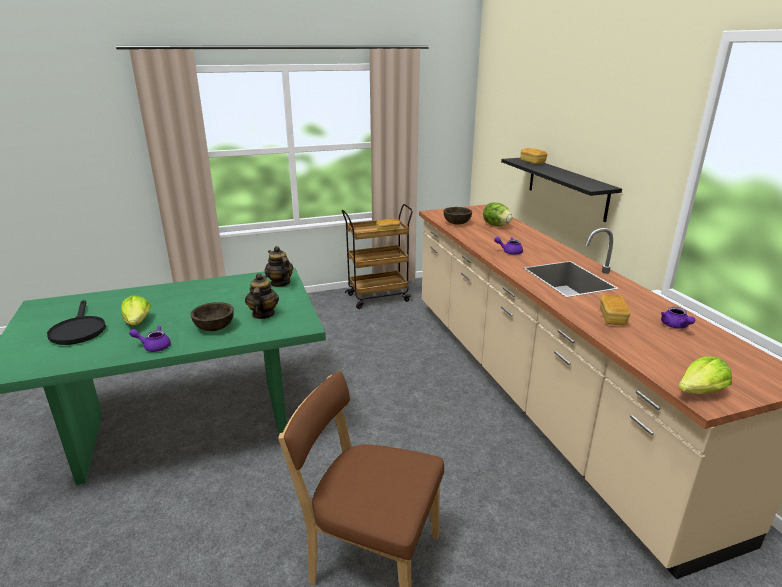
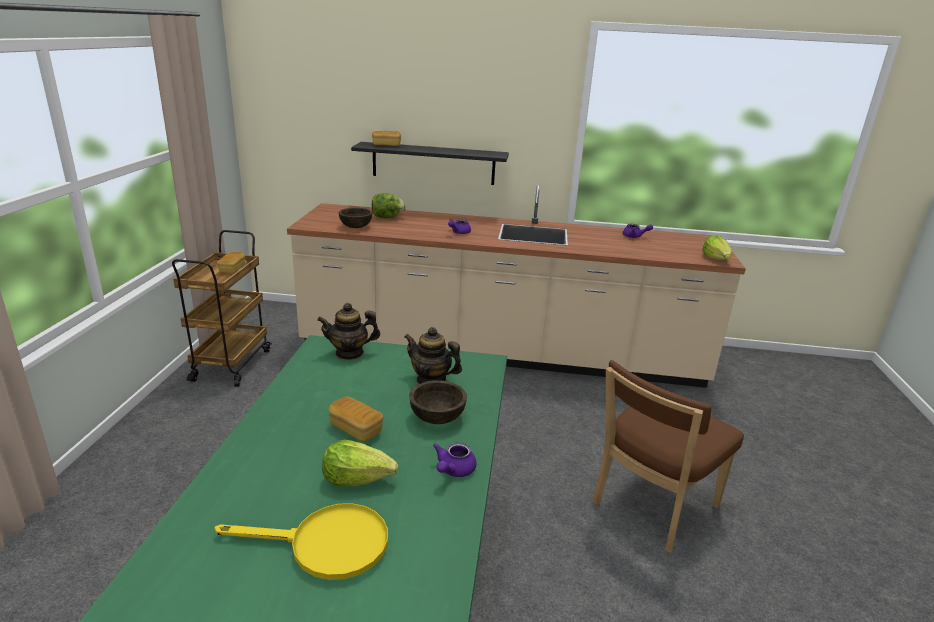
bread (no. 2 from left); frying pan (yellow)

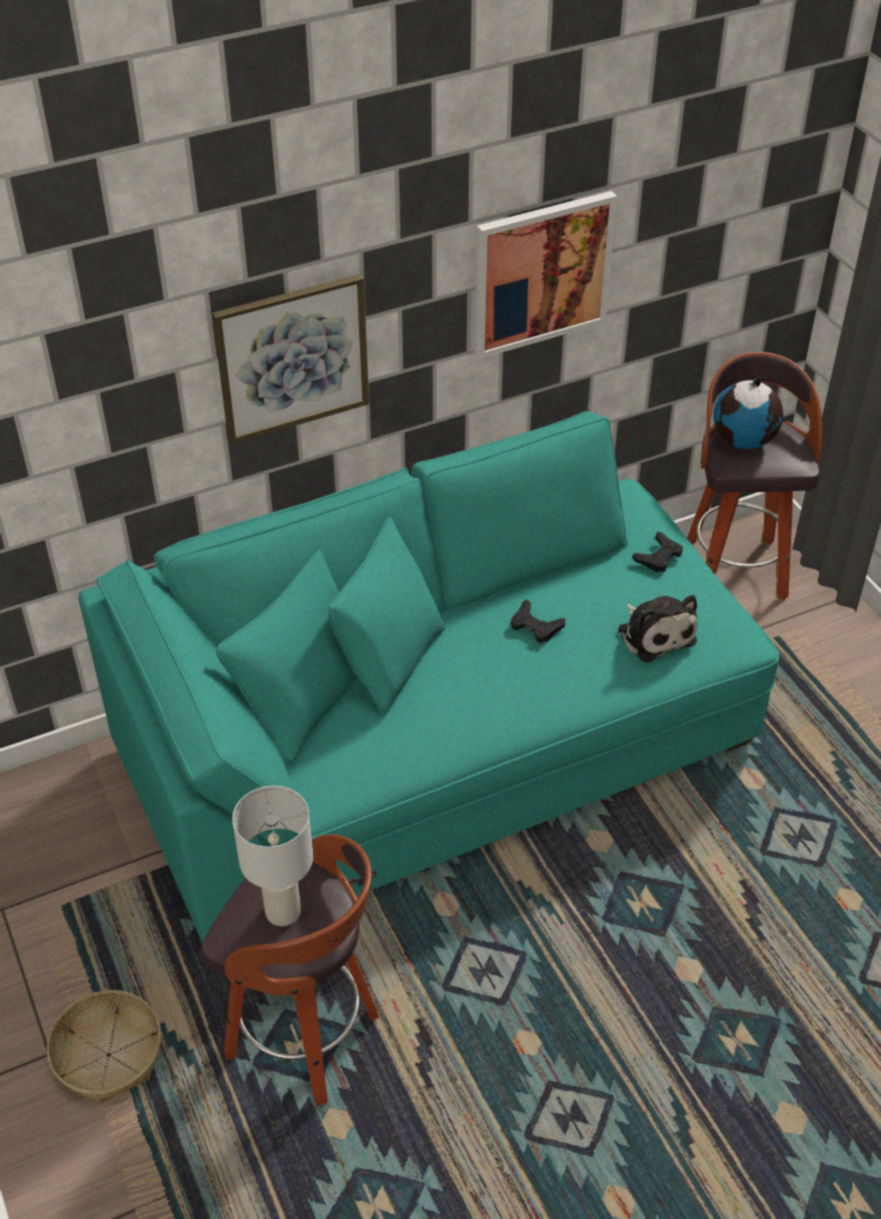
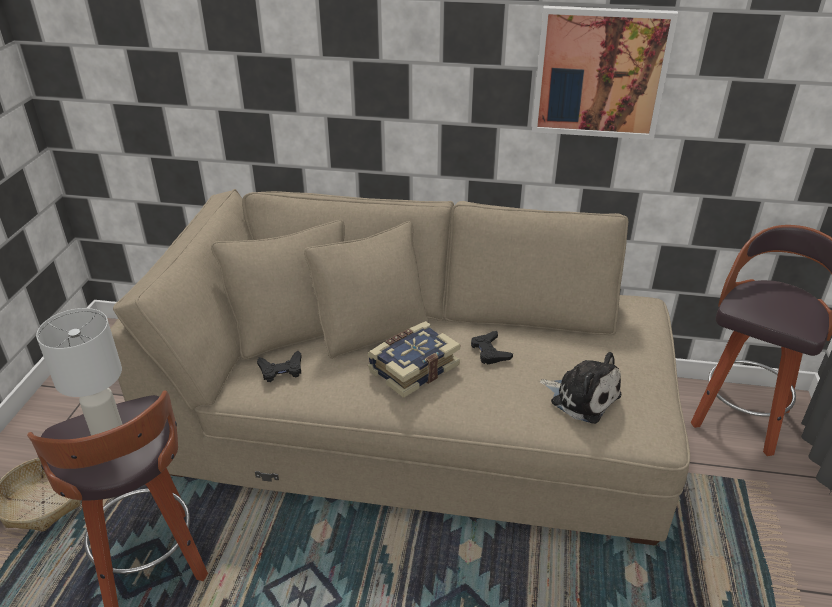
picture (no. 1 from left in the first image); globe; book; game controller (black) (no. 1 from left); sofa (beige); plush toy

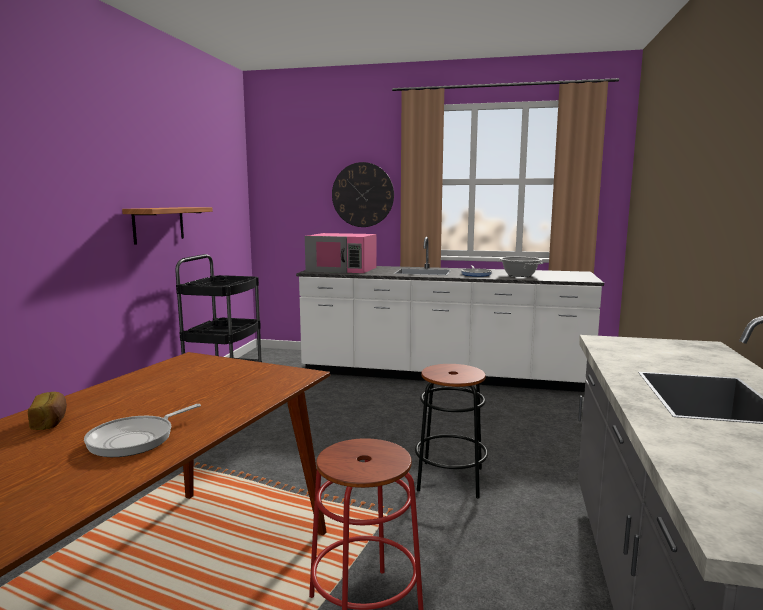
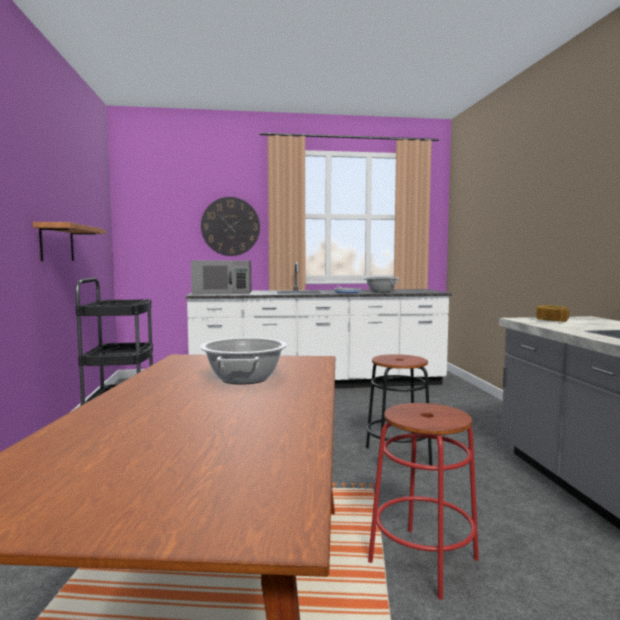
frying pan (no. 1 from left in the first image); cooking pot (no. 1 from left); bread; microwave (grey)

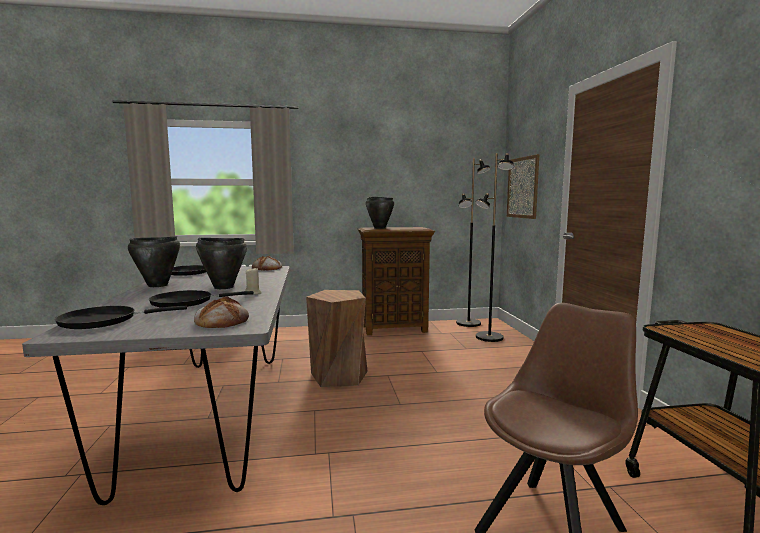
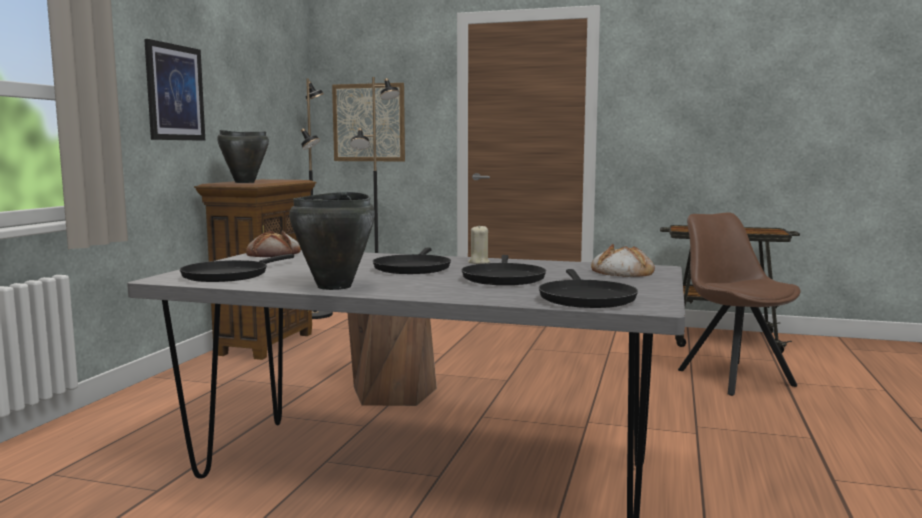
picture (no. 1 from left); frying pan (black) (no. 2 from left)

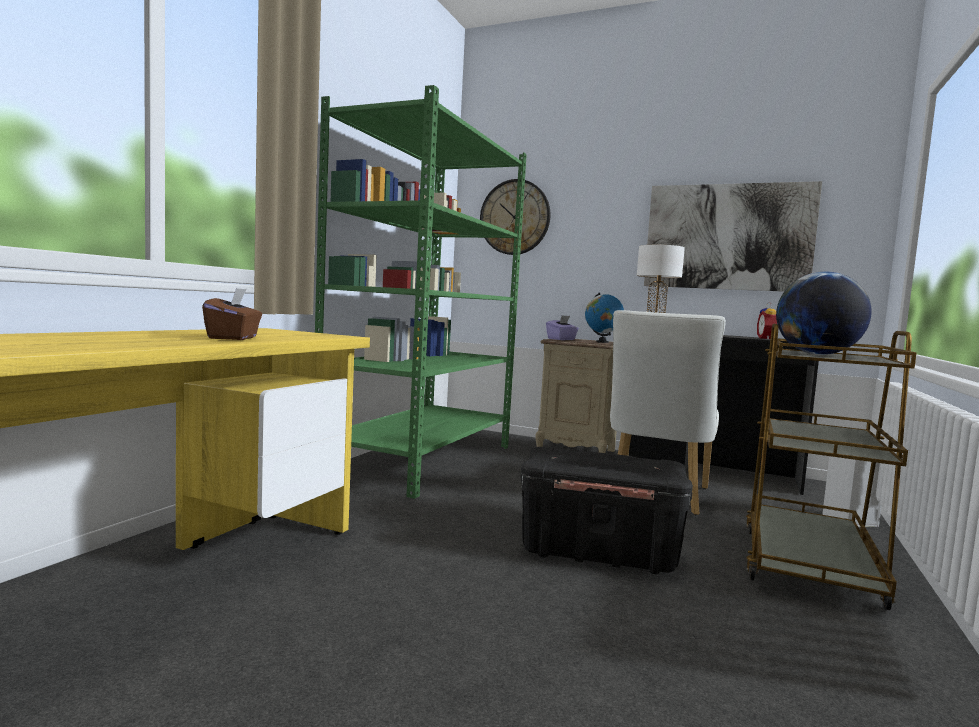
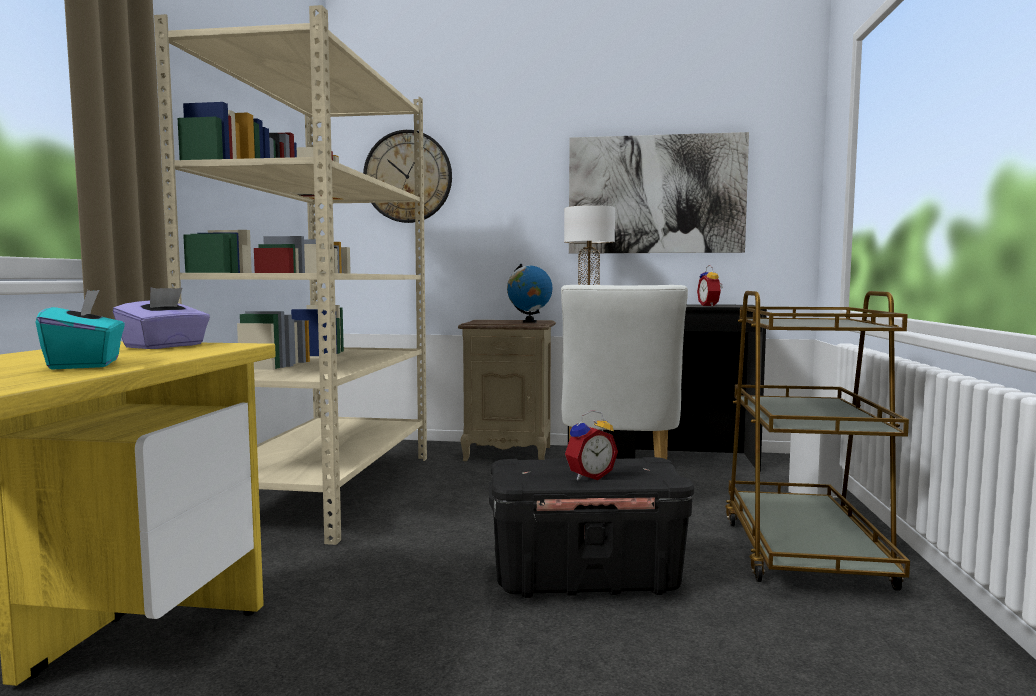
globe (no. 2 from left in the first image); alarm clock (no. 1 from left); tissue box (purple); tissue box (turquoise); bookcase (beige)

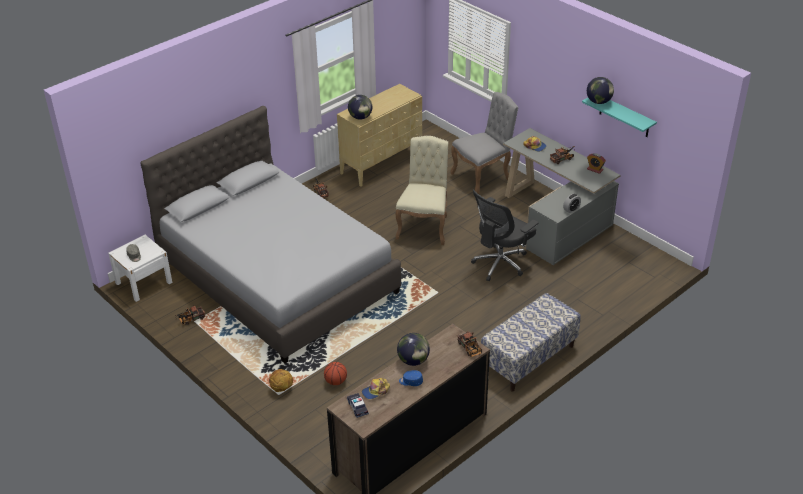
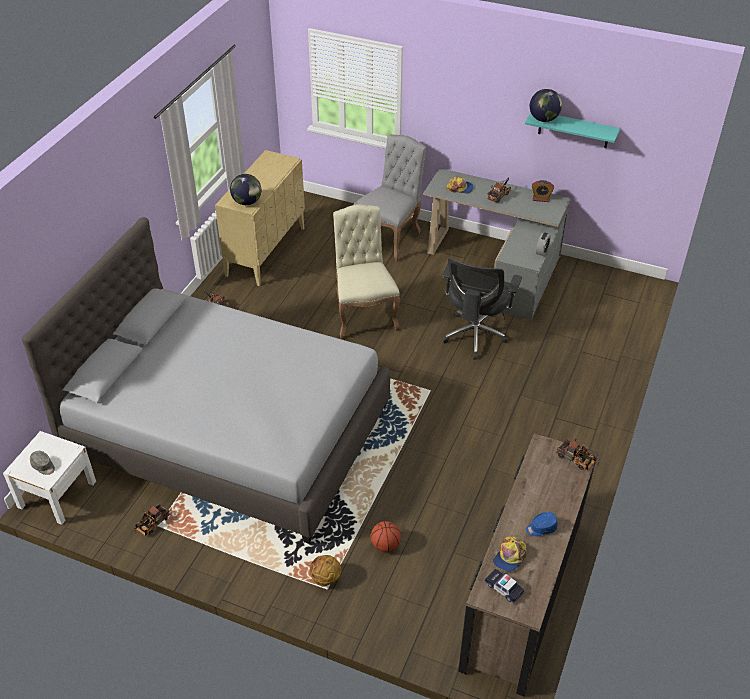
globe (no. 2 from left in the first image); bench

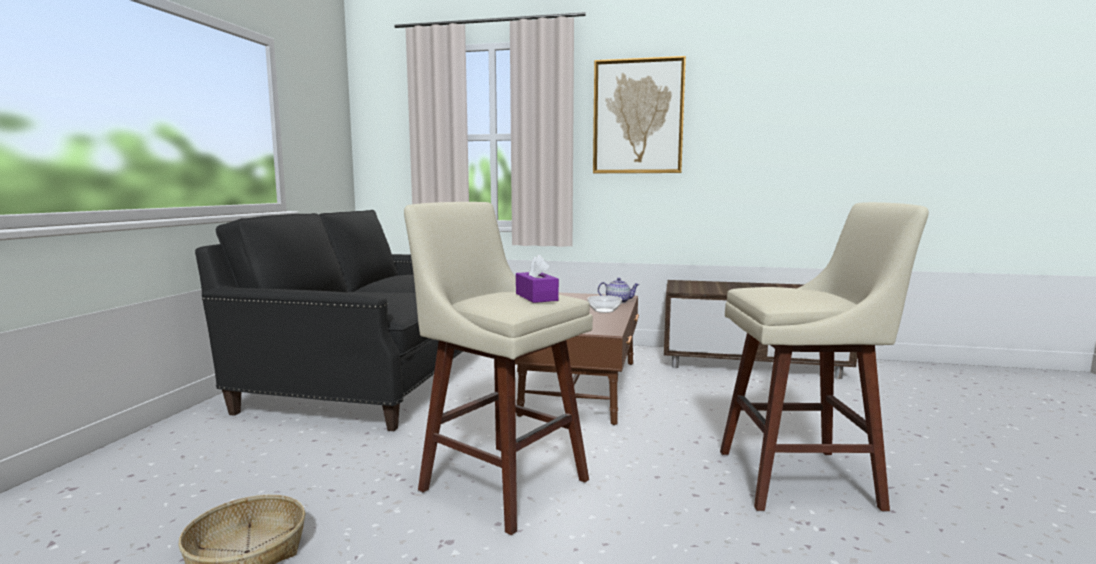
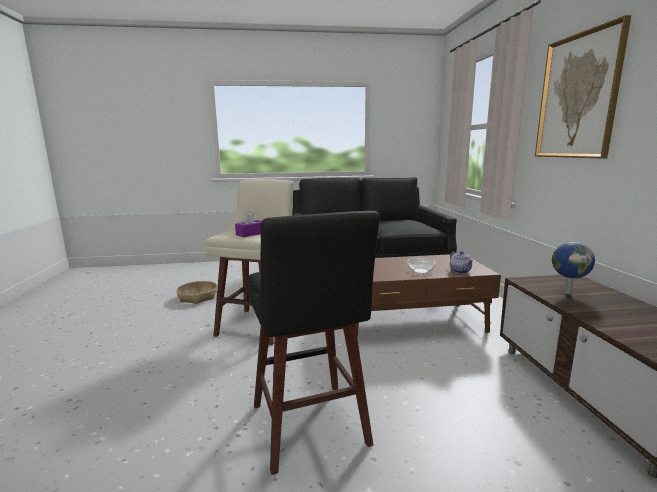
globe; stool (black)

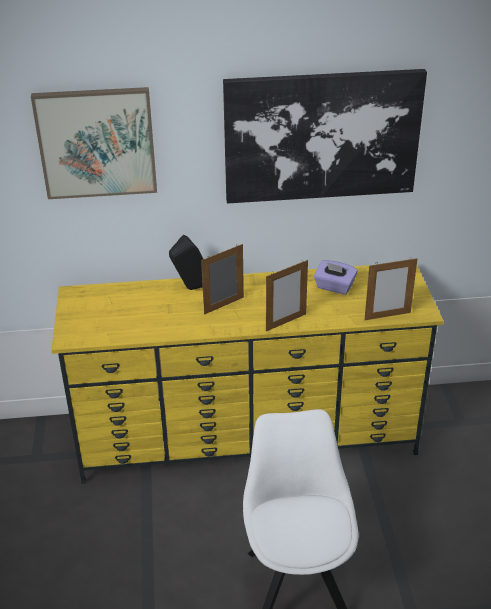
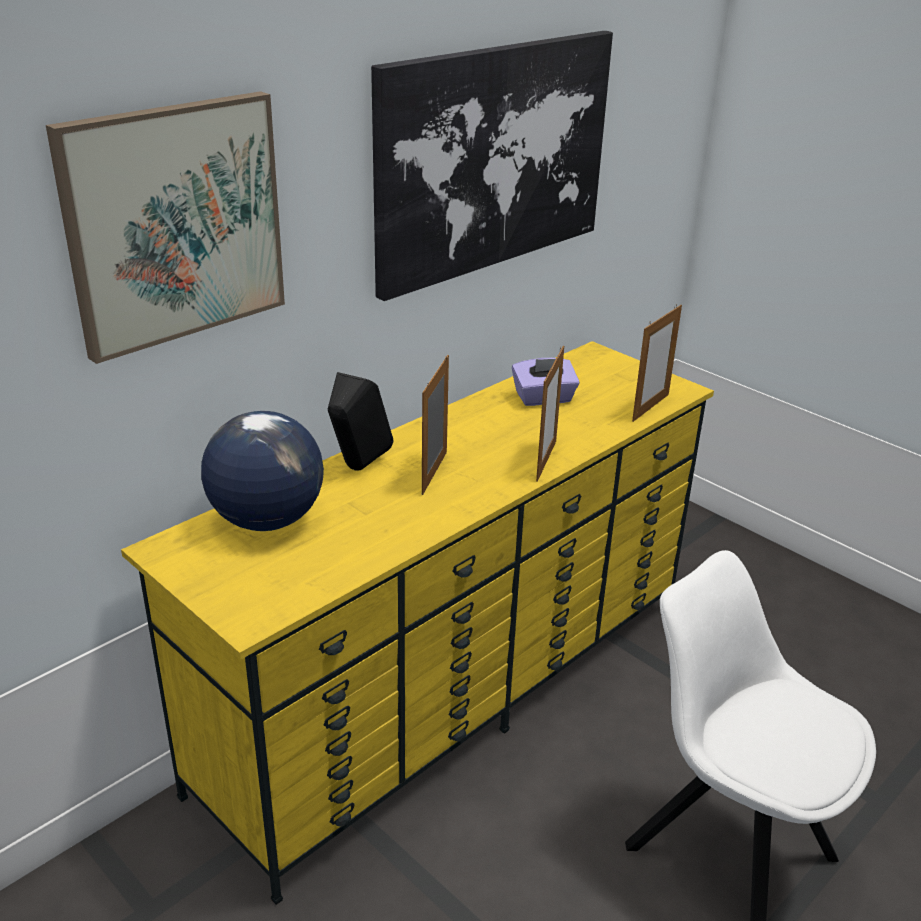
globe

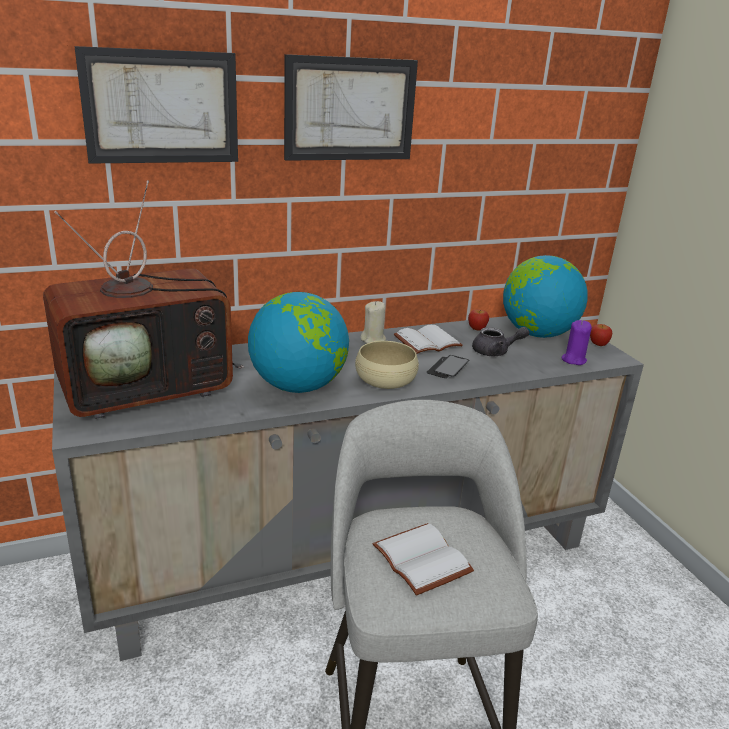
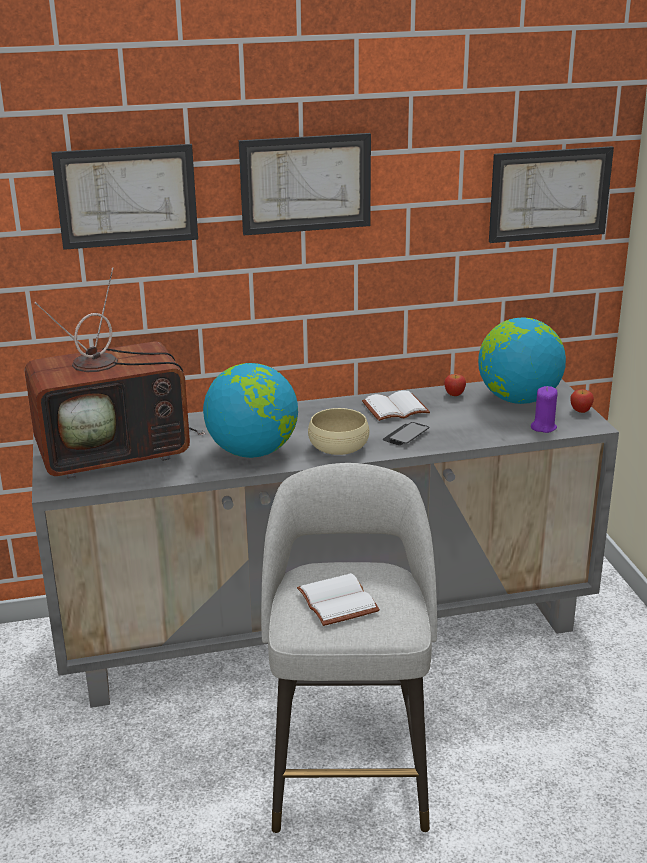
candle (beige); teapot (grey); picture (no. 3 from left)

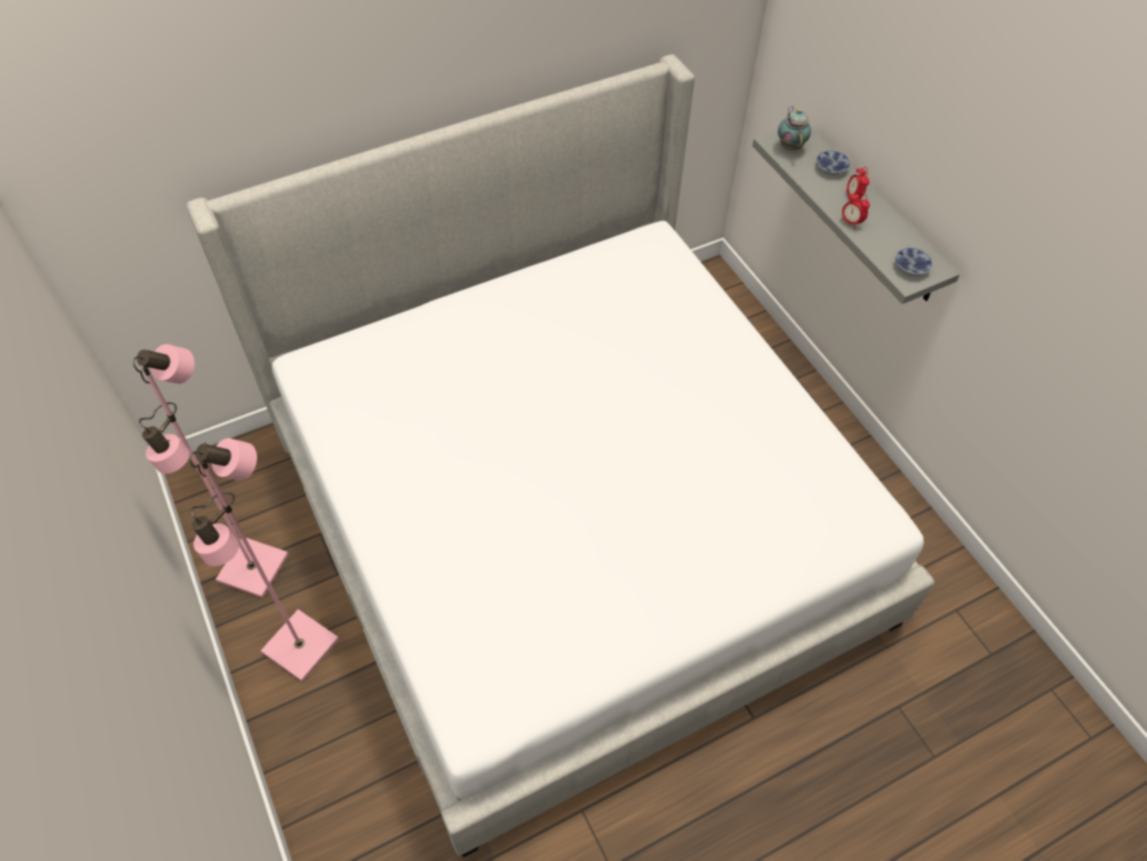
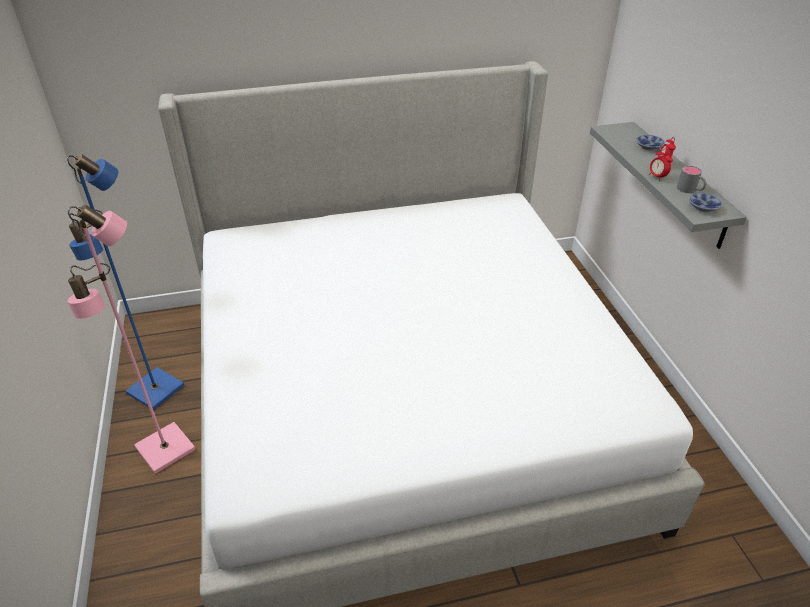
teapot; mug (grey); floor lamp (blue)

